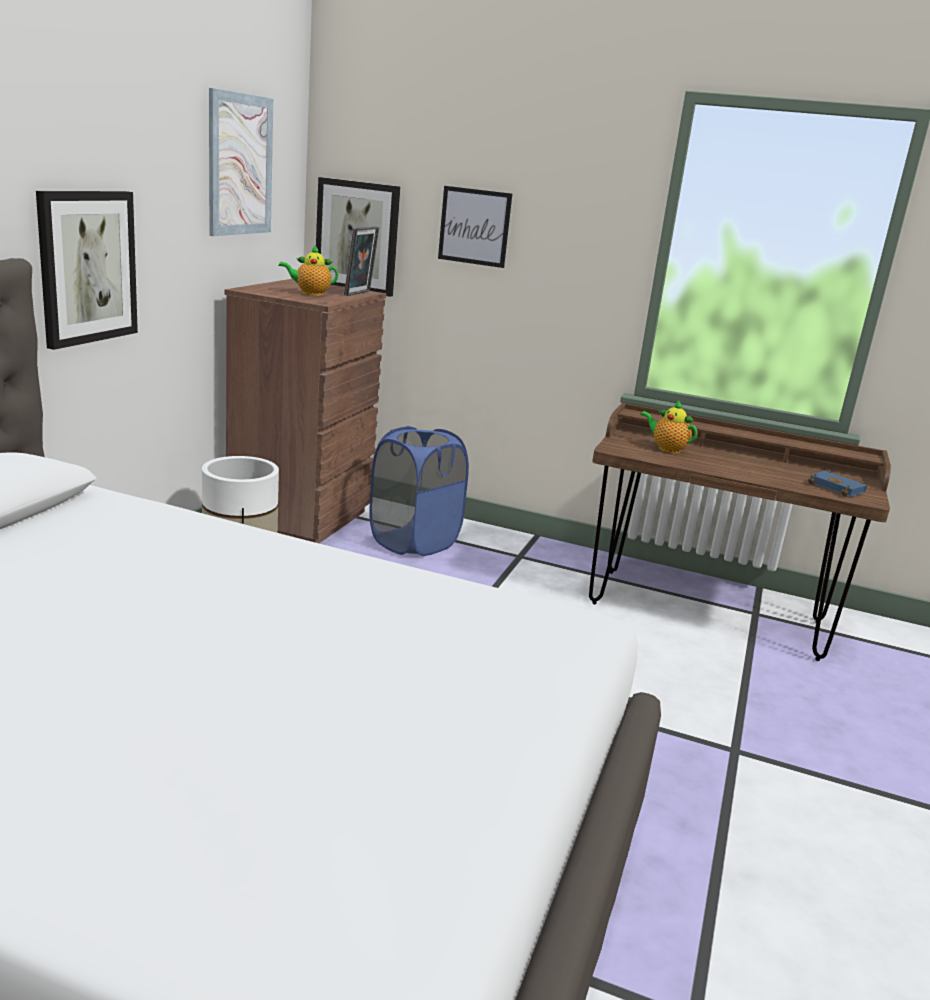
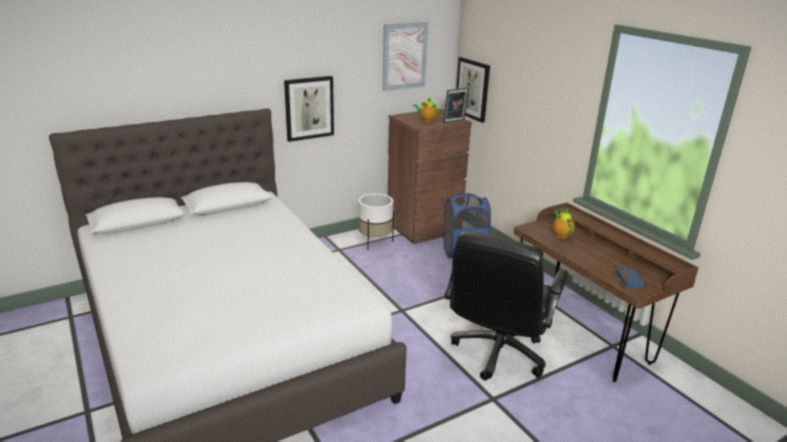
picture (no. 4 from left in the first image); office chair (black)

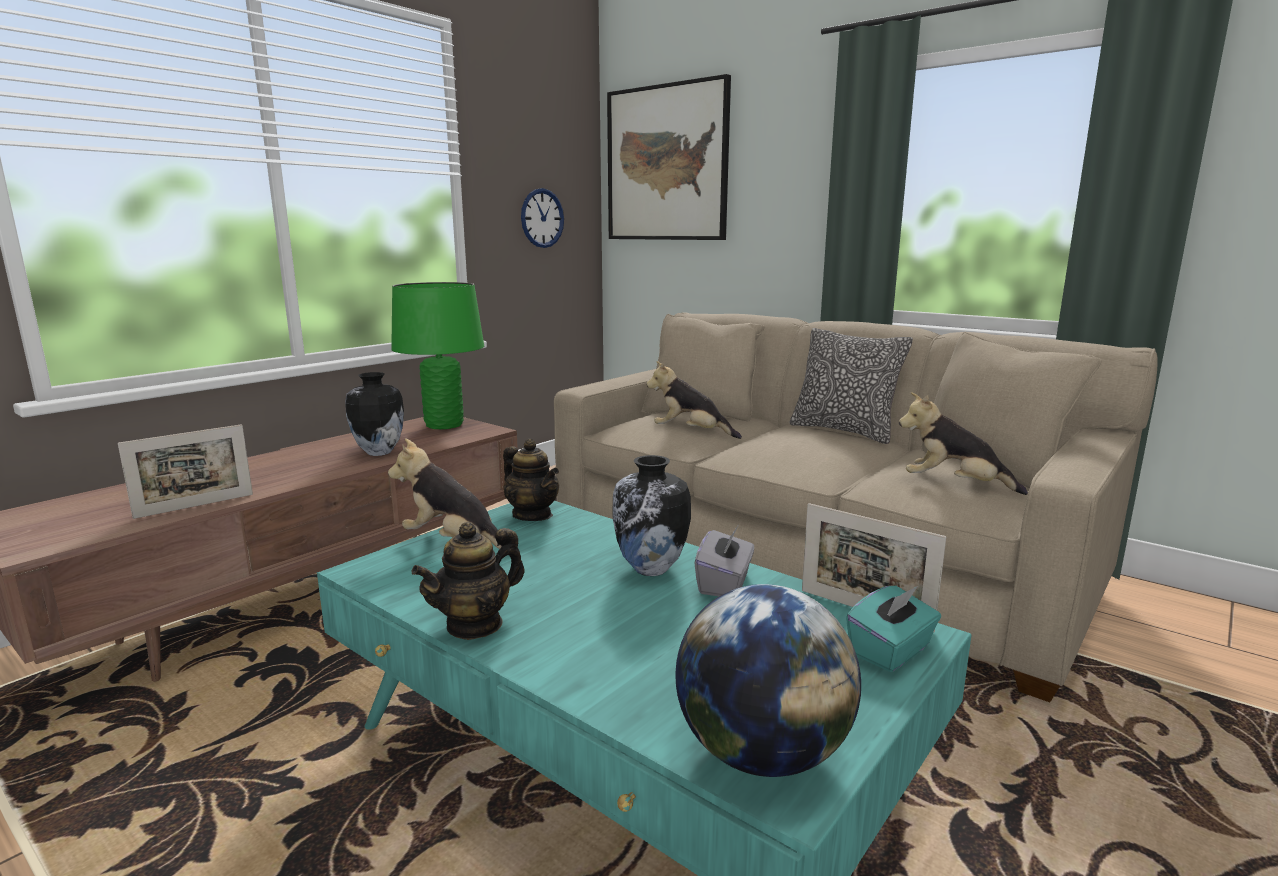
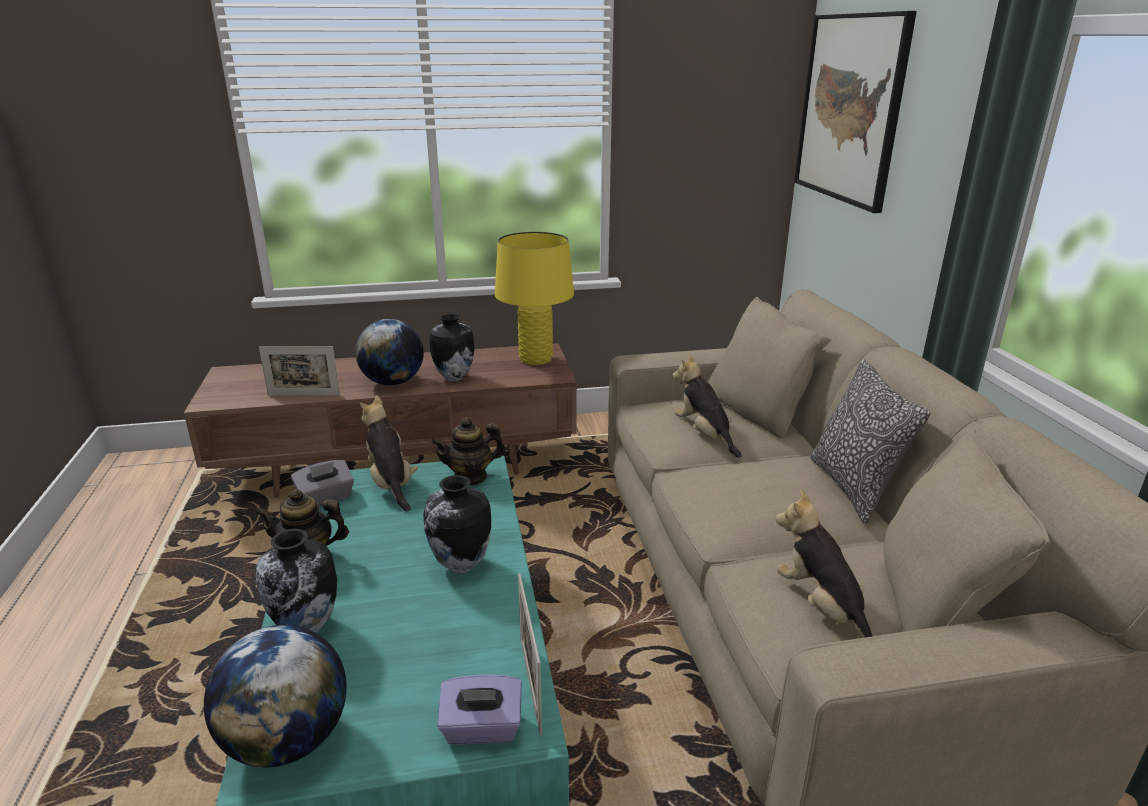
wall clock; vase (no. 1 from left); globe (no. 2 from left); tissue box (grey); table lamp (yellow); tissue box (purple); teapot (no. 2 from left)

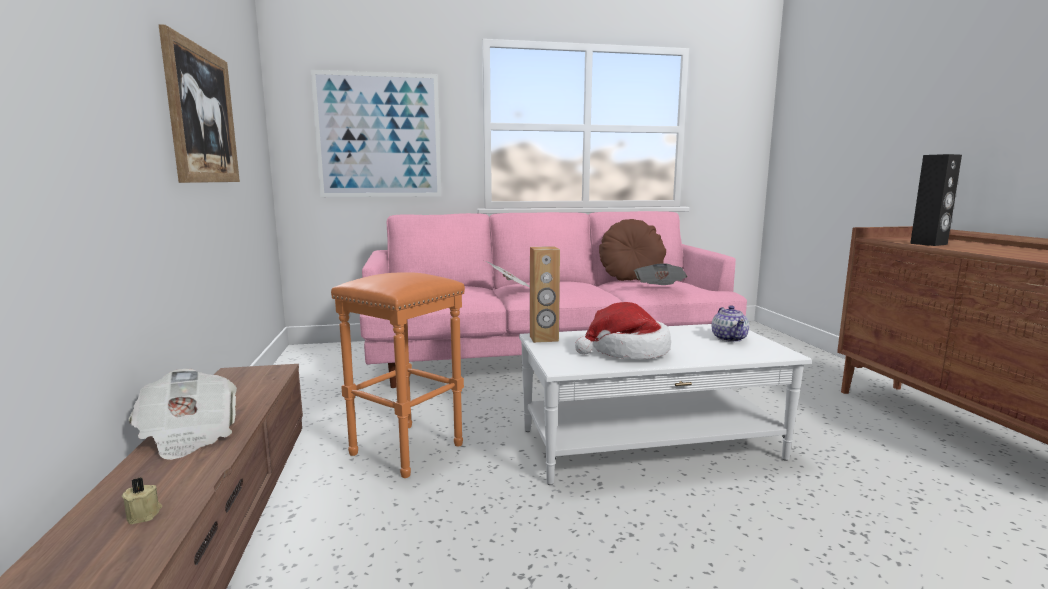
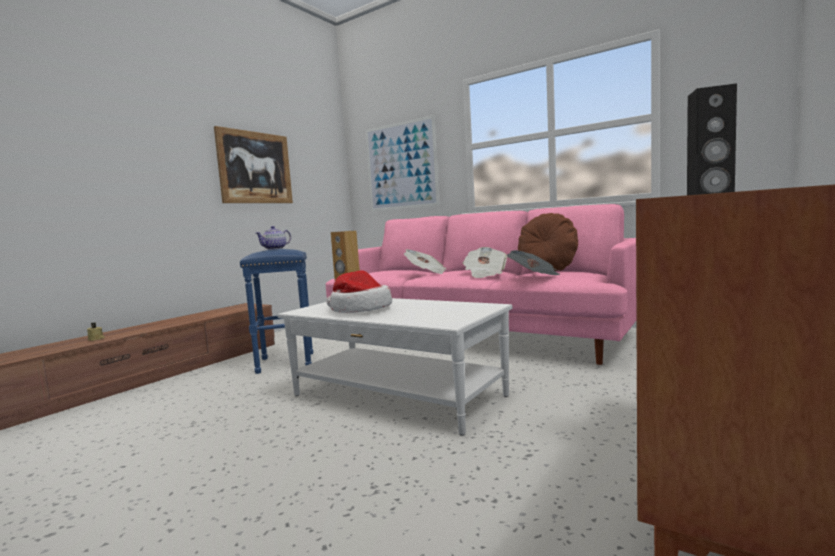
newspaper (no. 2 from left); teapot; stool (blue)

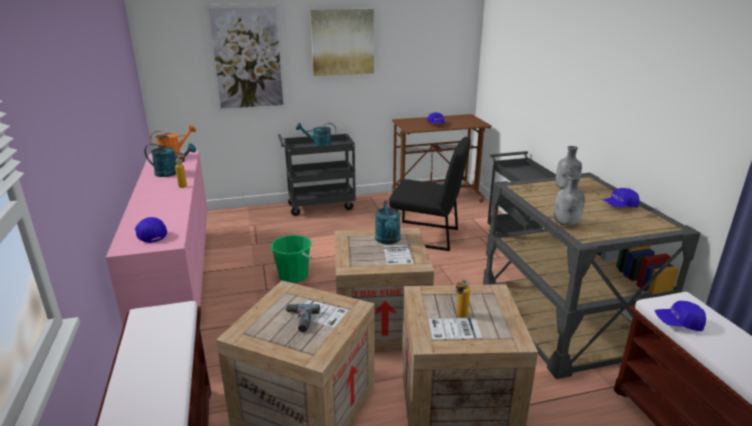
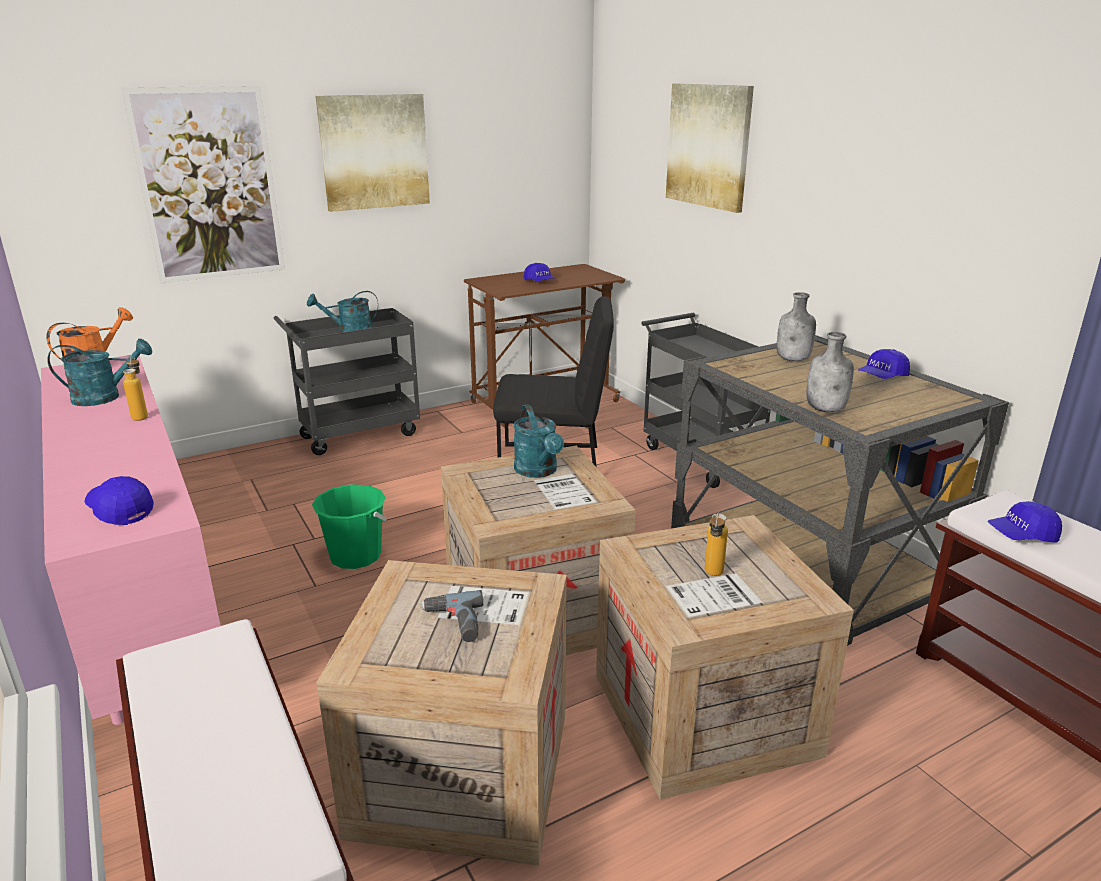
picture (no. 3 from left)

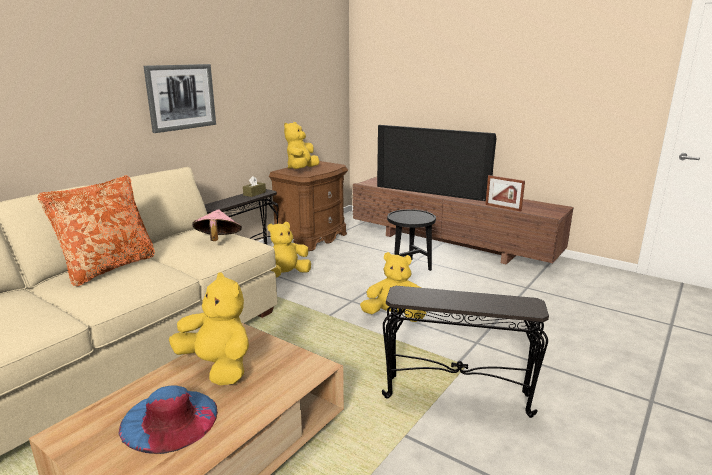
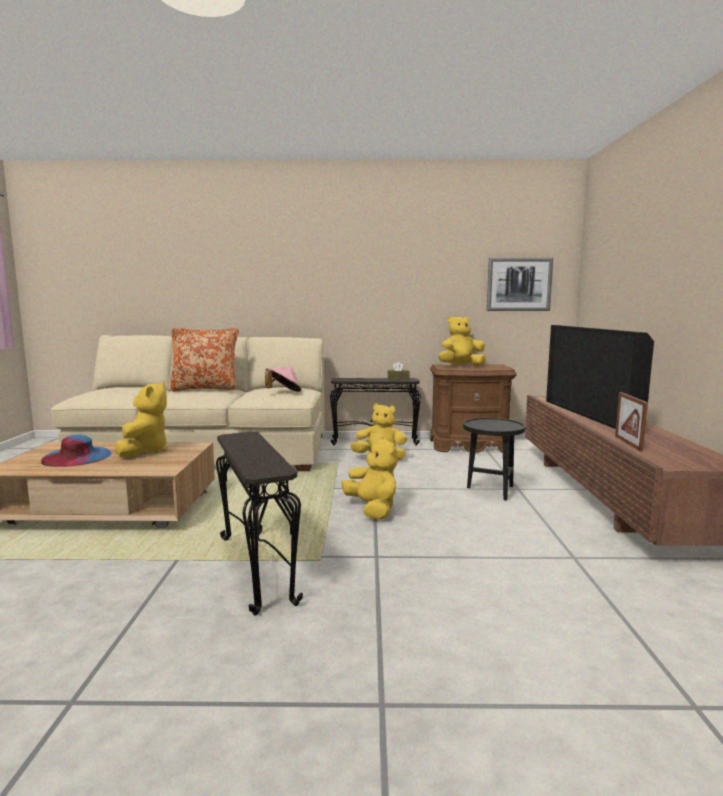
picture

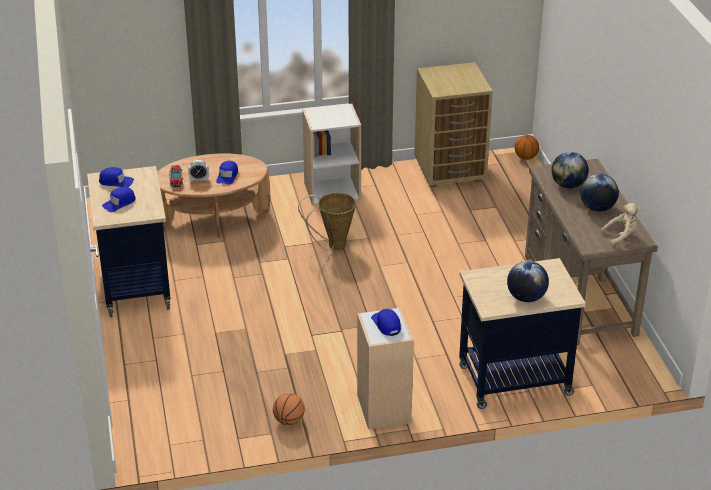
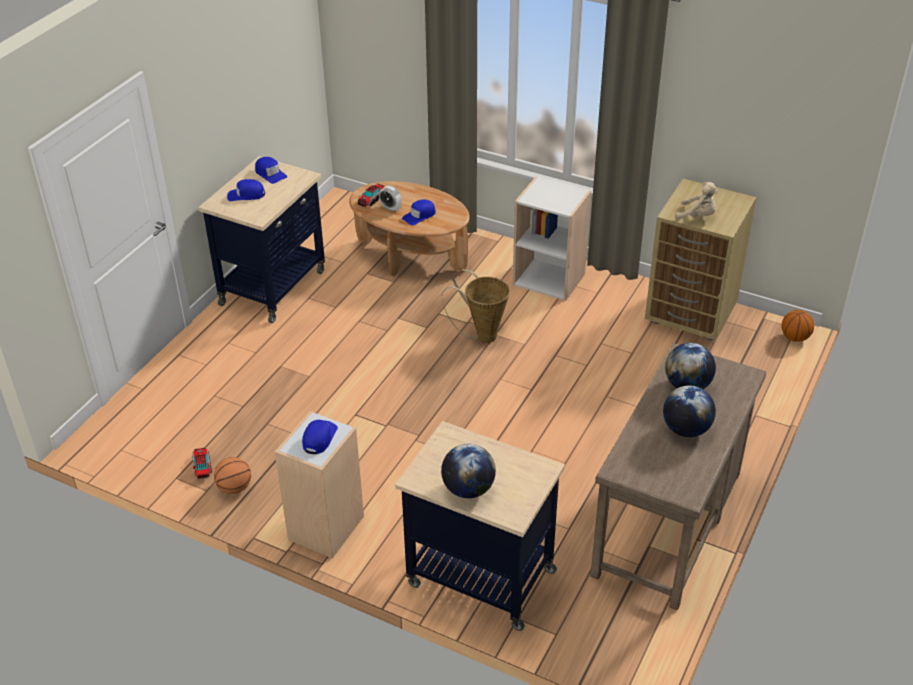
toy truck (no. 1 from left); plush toy (beige)

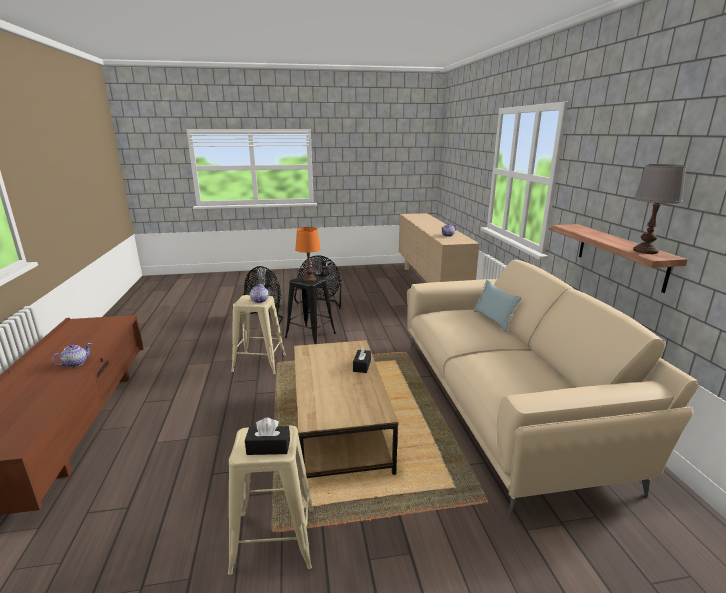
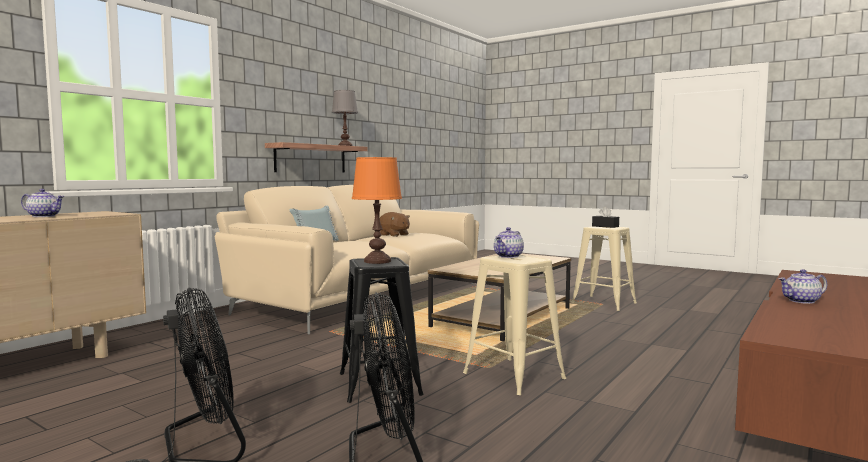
tissue box (black) (no. 2 from left in the first image); plush toy (brown)

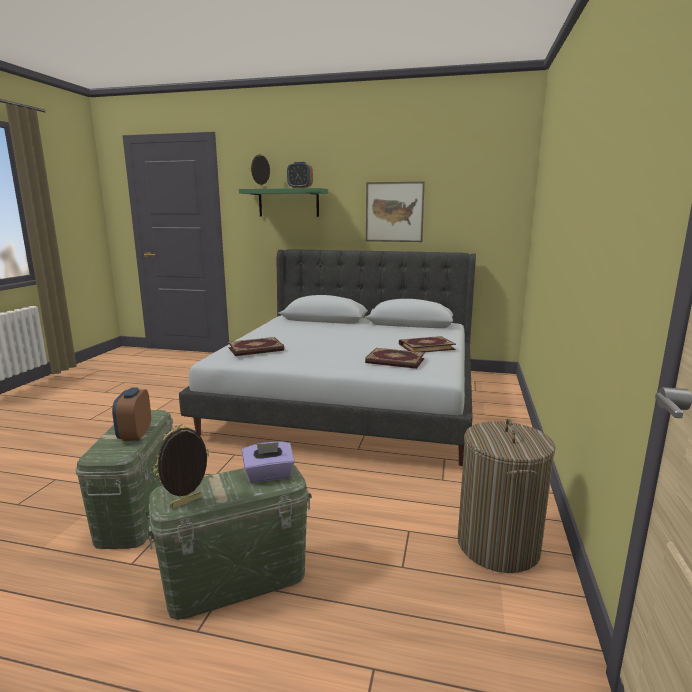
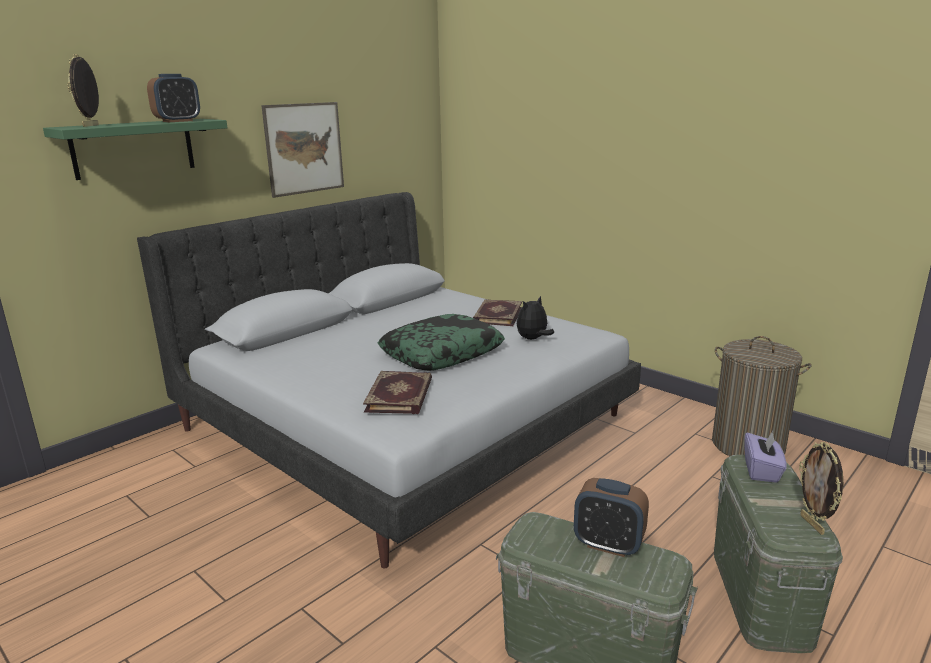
pillow; plush toy

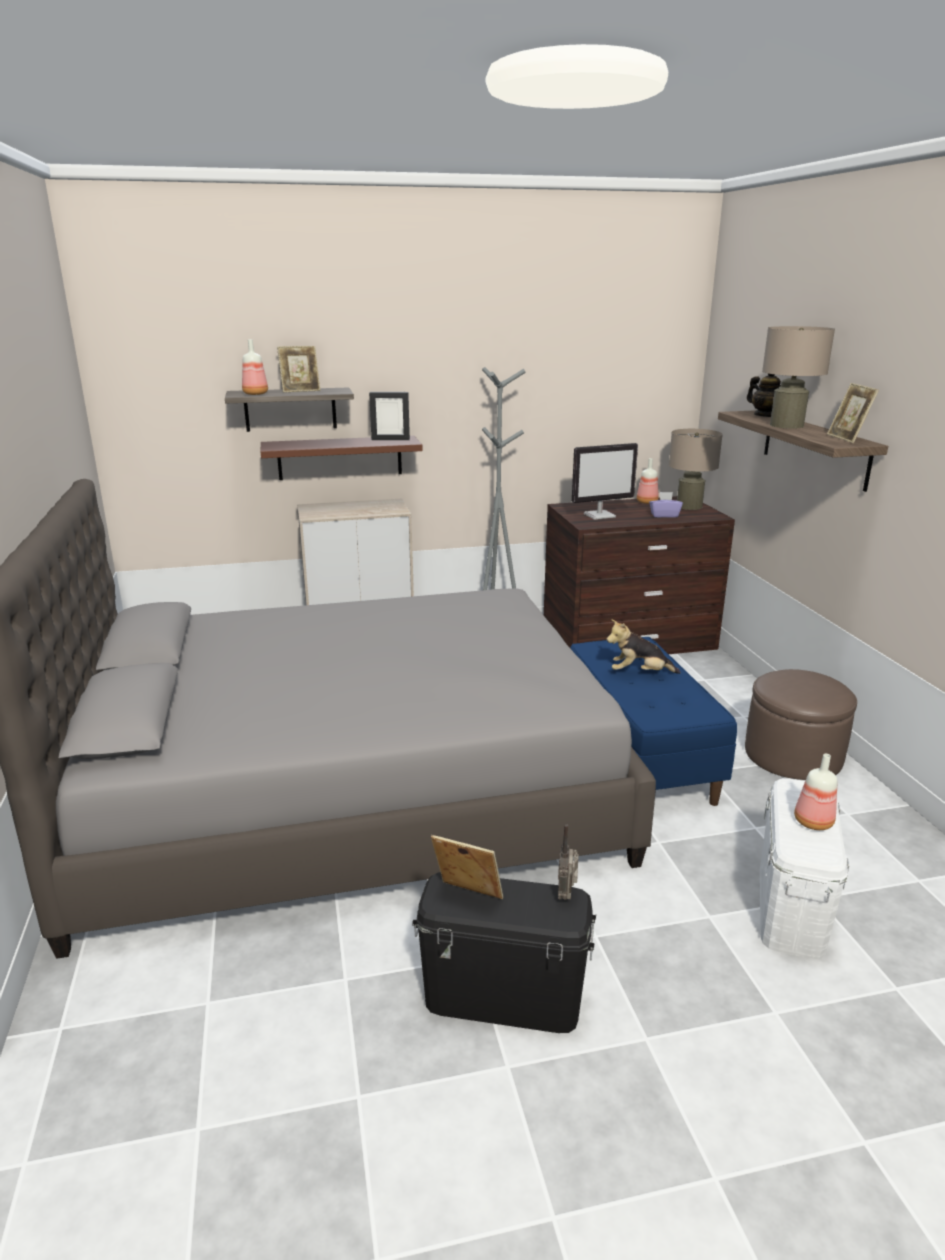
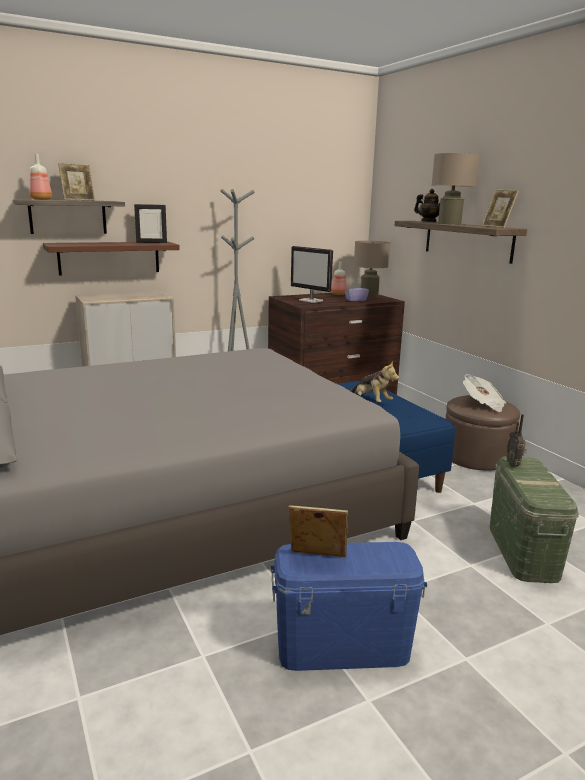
bottle (no. 3 from left in the first image); newspaper; radio; storage box (blue); storage box (green); monitor; plush toy

